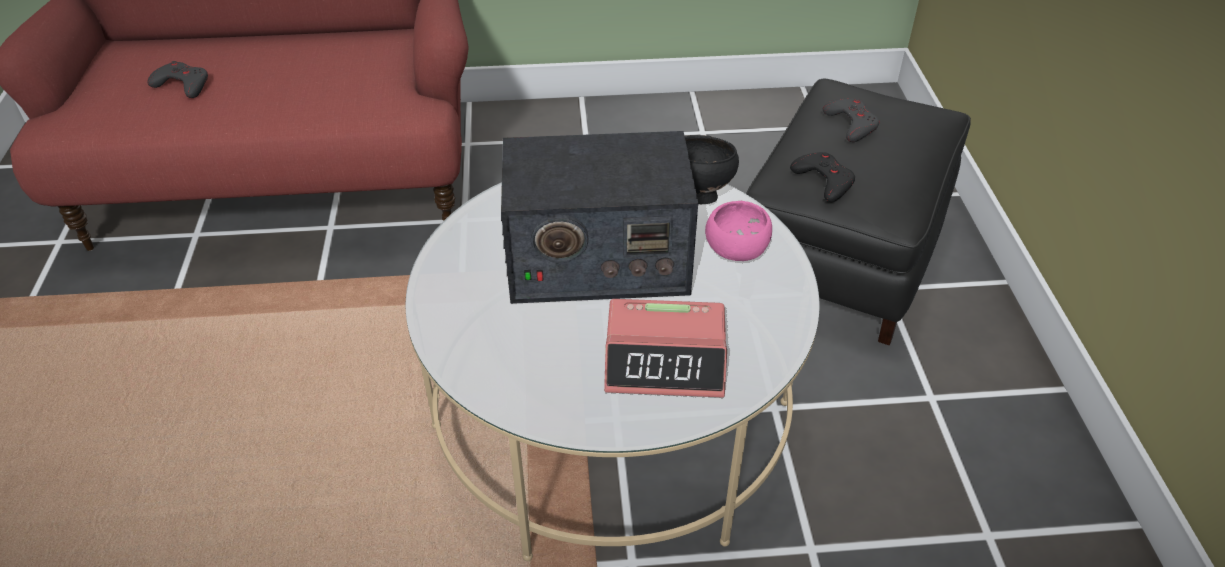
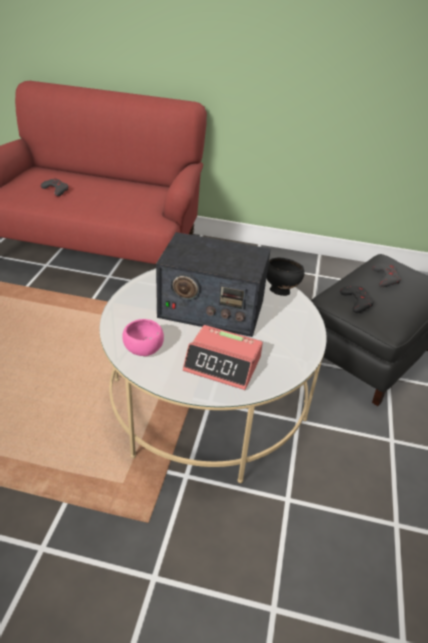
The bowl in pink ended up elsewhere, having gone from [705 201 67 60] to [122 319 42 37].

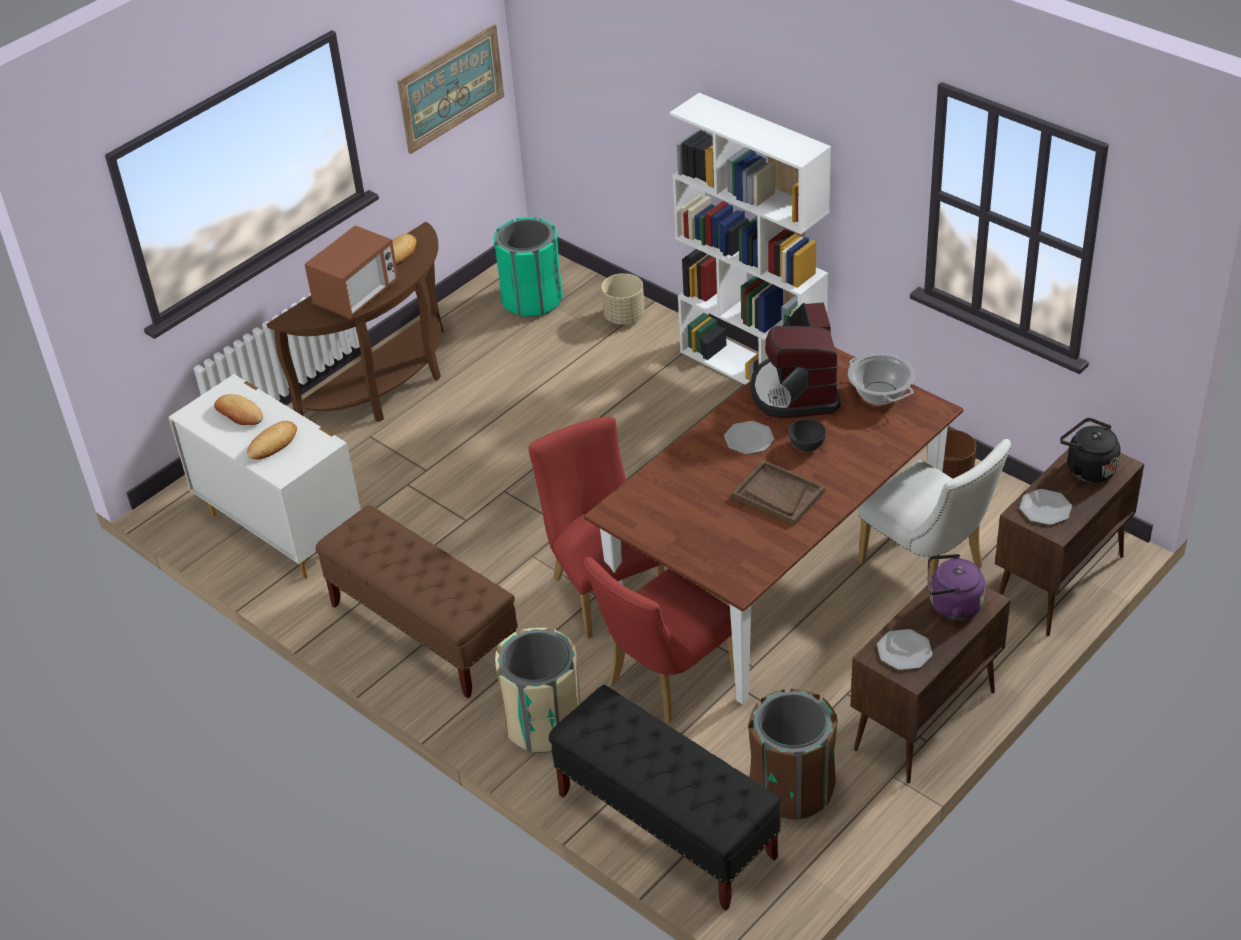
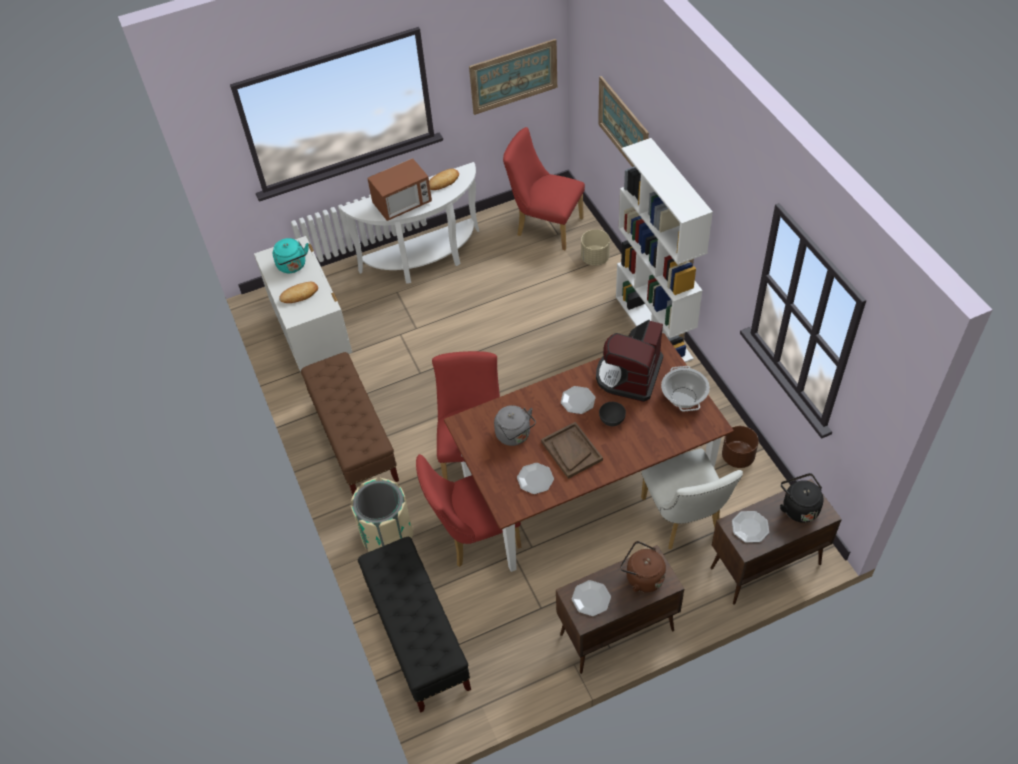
Where the trash can in green stood at [494 217 69 100], the chair in red came to stand at [503 127 82 123].
What was the console table in brown at [267 222 177 200] turned into the console table in white at [340 162 139 122].
Where the bread stood at [214 394 49 31], the kettle in turquoise came to stand at [273 238 36 35].
What was the kettle in purple at [927 554 58 66] turned into the kettle in brown at [620 541 46 51].
The second view lost the trash can in brown at [748 688 90 132].
The second view gained the picture at [598 76 51 91].
The second view gained the kettle in grey at [494 405 42 41].
The second view gained the plate at [517 463 37 31].

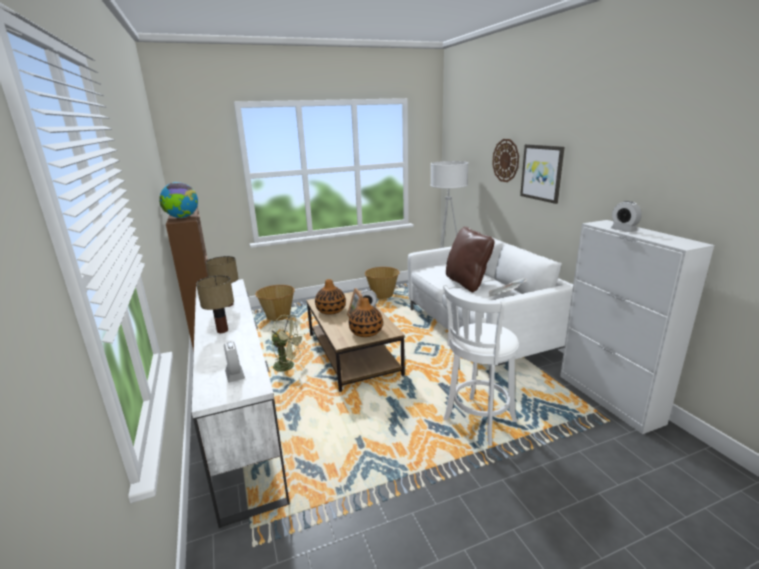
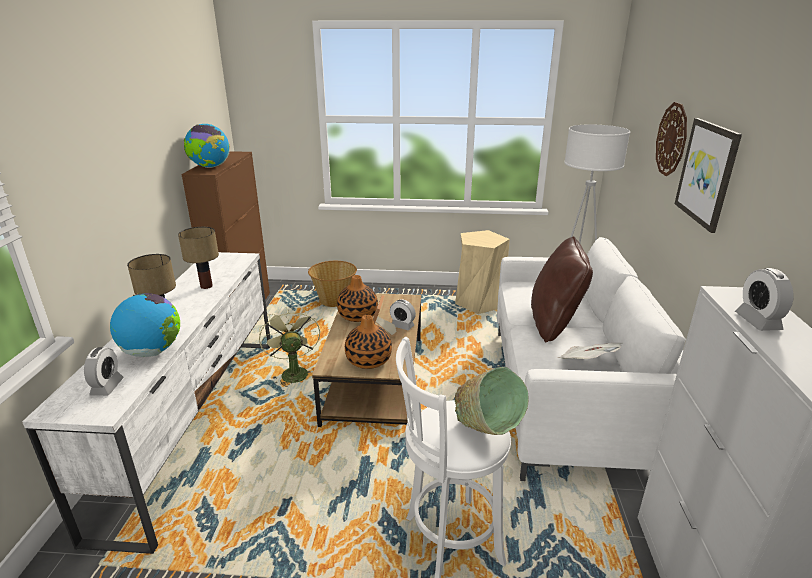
Where the basket stood at [365 267 35 32], the stool in beige came to stand at [455 230 55 84].
The fan in green at [271 315 34 57] ended up facing another way, 150 degrees counterclockwise from before.
The second view gained the globe at [110 293 70 64].
The second view gained the bowl in green at [455 367 74 68].

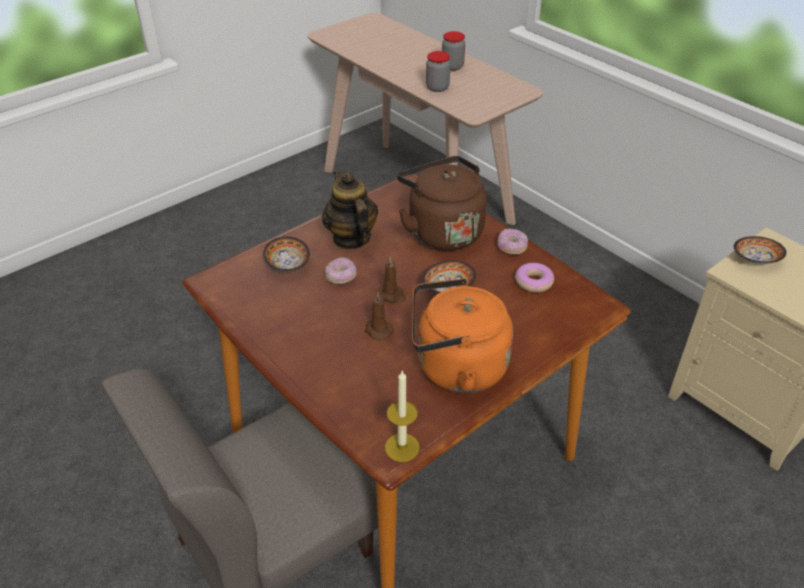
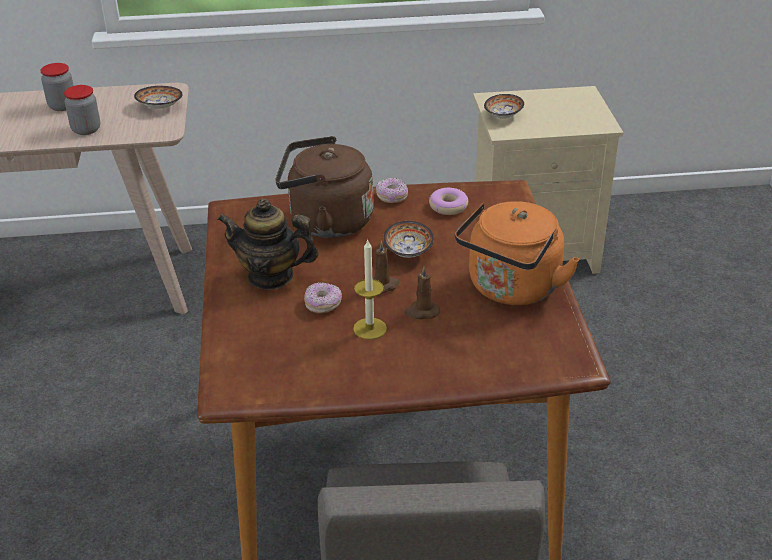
The bowl ended up elsewhere, having gone from [263 236 47 36] to [134 86 49 23].
The candle ended up elsewhere, having gone from [385 371 35 91] to [353 238 34 102].

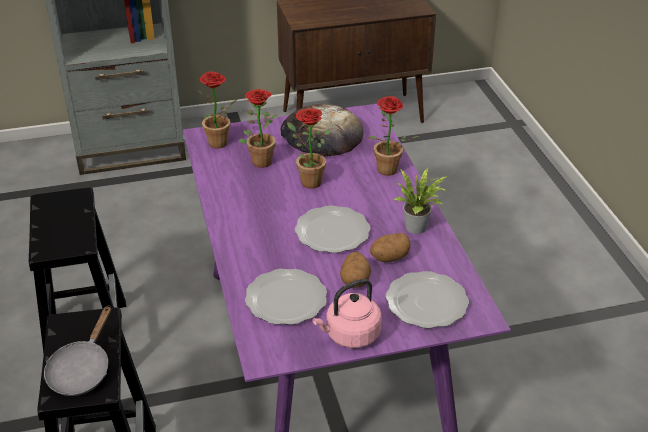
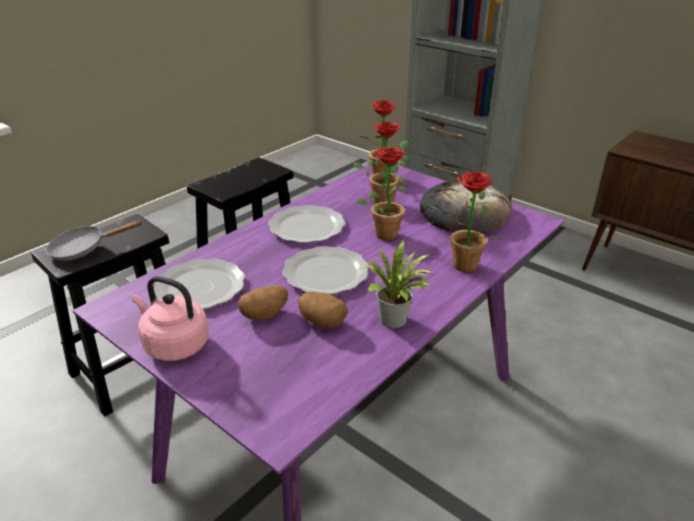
The plate ended up elsewhere, having gone from [385 271 84 58] to [269 205 76 38].

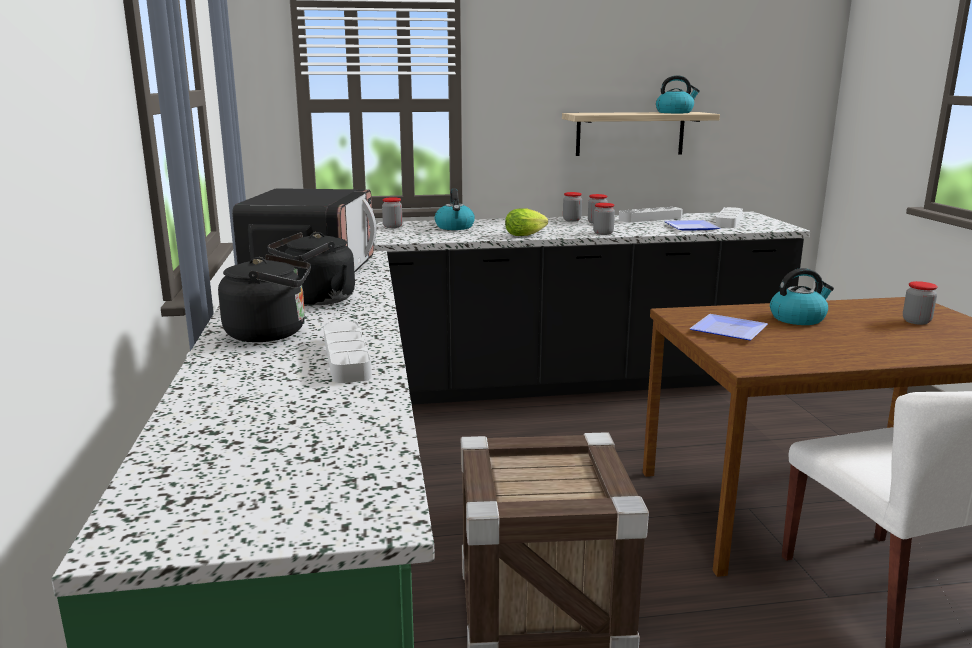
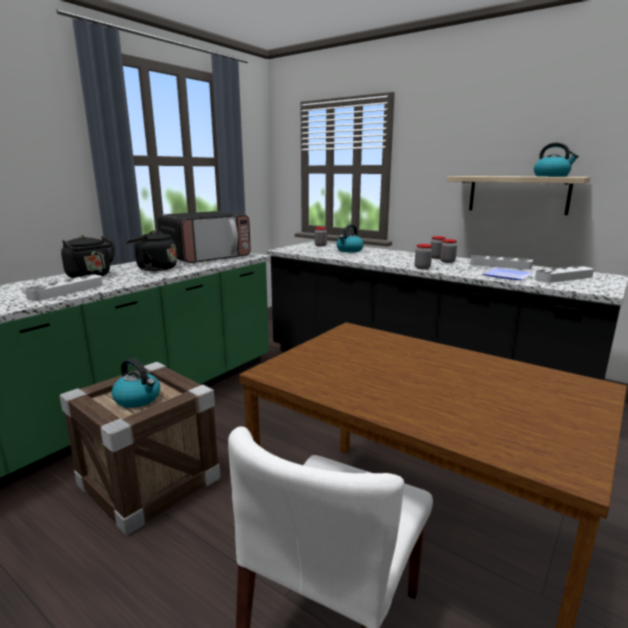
The second view lost the lettuce at [505 208 43 28].
The kettle ended up elsewhere, having gone from [770 268 64 57] to [112 358 48 50].
The second view lost the jar at [903 281 35 44].
The second view lost the plate at [689 314 79 26].

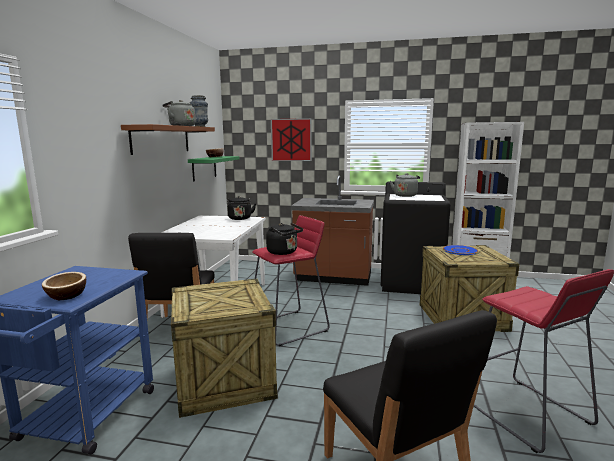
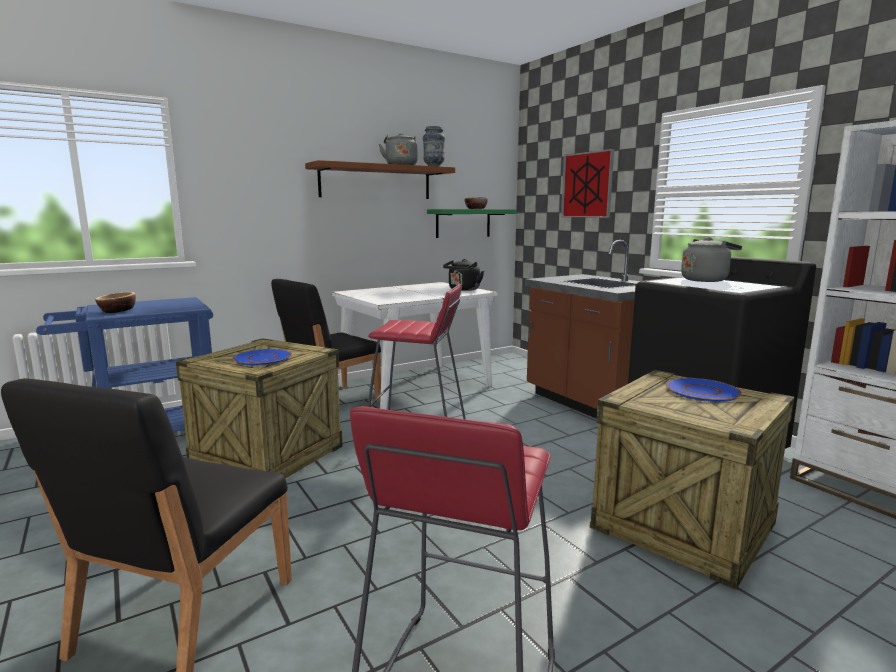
The second view lost the kettle in black at [266 223 37 32].
The second view gained the plate in blue at [232 349 60 17].

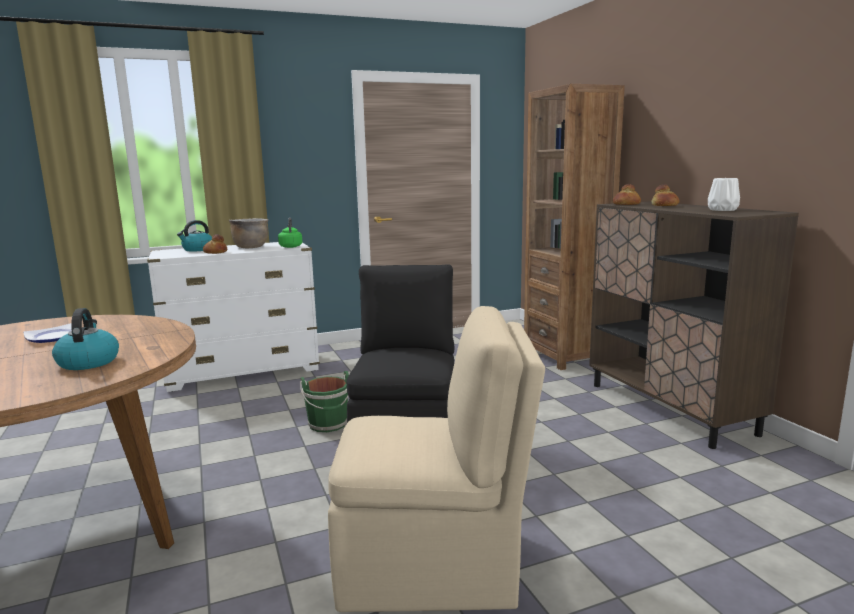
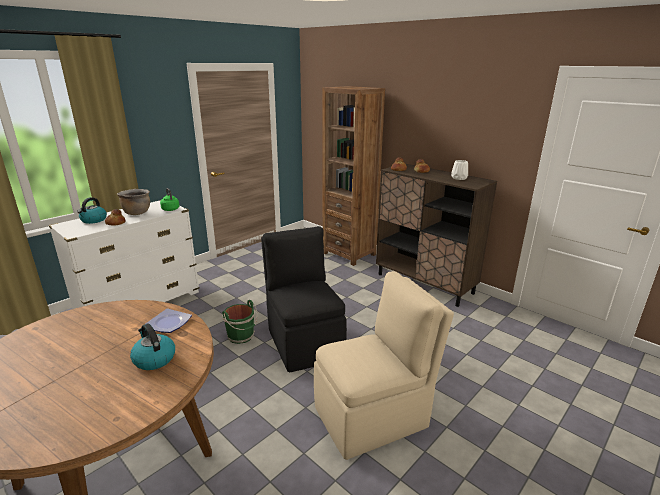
The plate ended up elsewhere, having gone from [23 323 49 20] to [146 308 46 25].

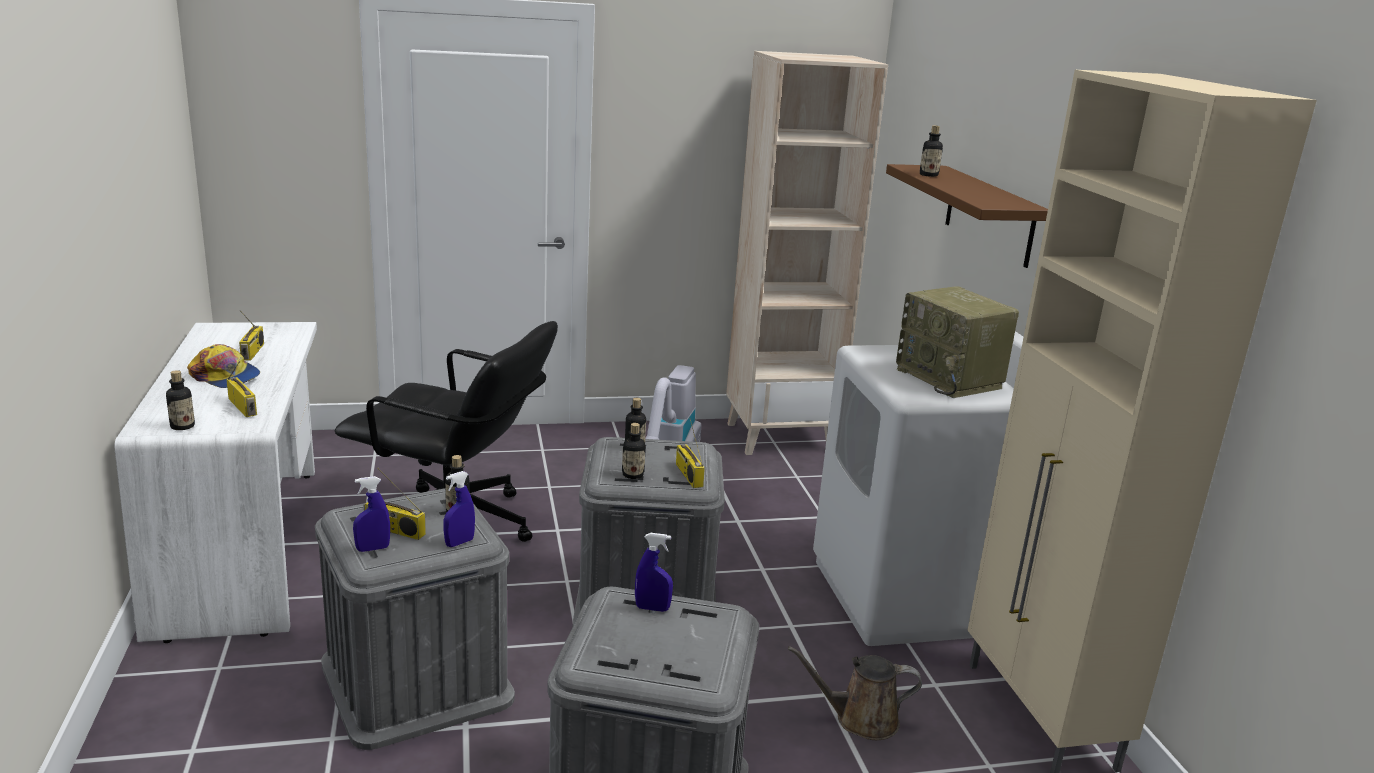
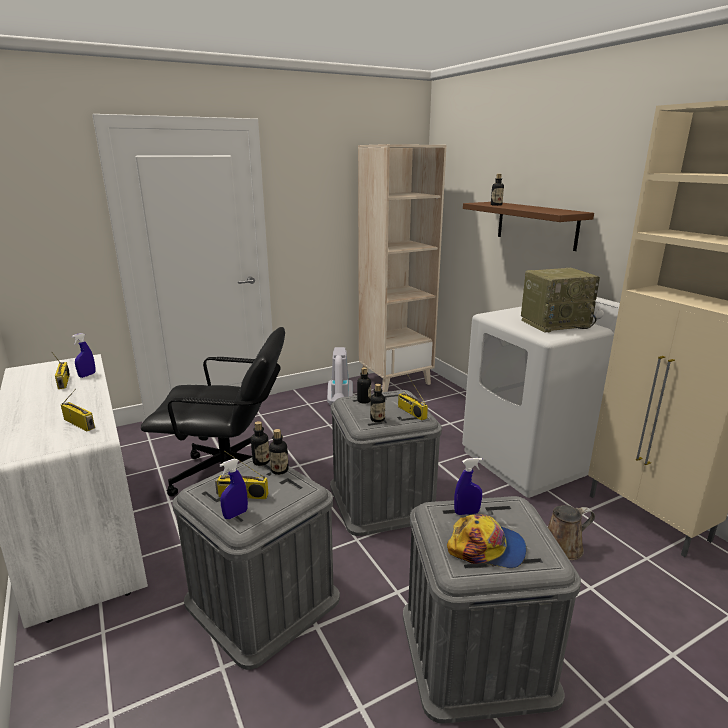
The radio at [896 286 123 112] ended up facing another way, 60 degrees counterclockwise from before.
The cap ended up elsewhere, having gone from [187 344 73 44] to [447 514 79 54].
The bottle ended up elsewhere, having gone from [166 370 29 60] to [251 421 19 45].
The spray bottle in blue ended up elsewhere, having gone from [443 471 32 76] to [71 333 25 45].

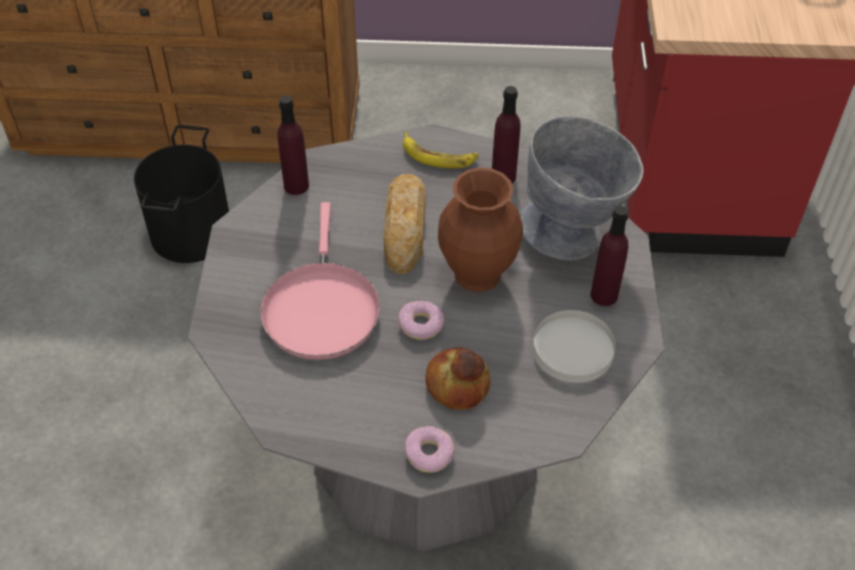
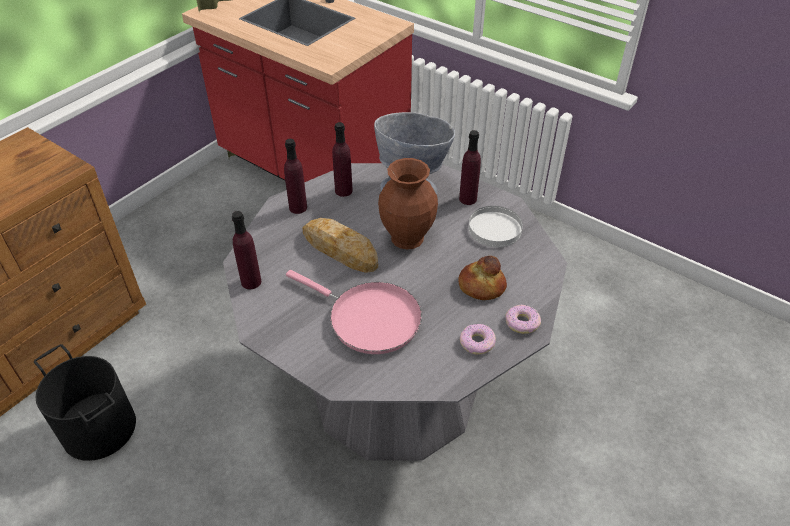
Where the banana stood at [403 132 76 36], the bottle in purple came to stand at [284 139 23 75].
The donut ended up elsewhere, having gone from [398 301 46 39] to [460 324 36 31].

